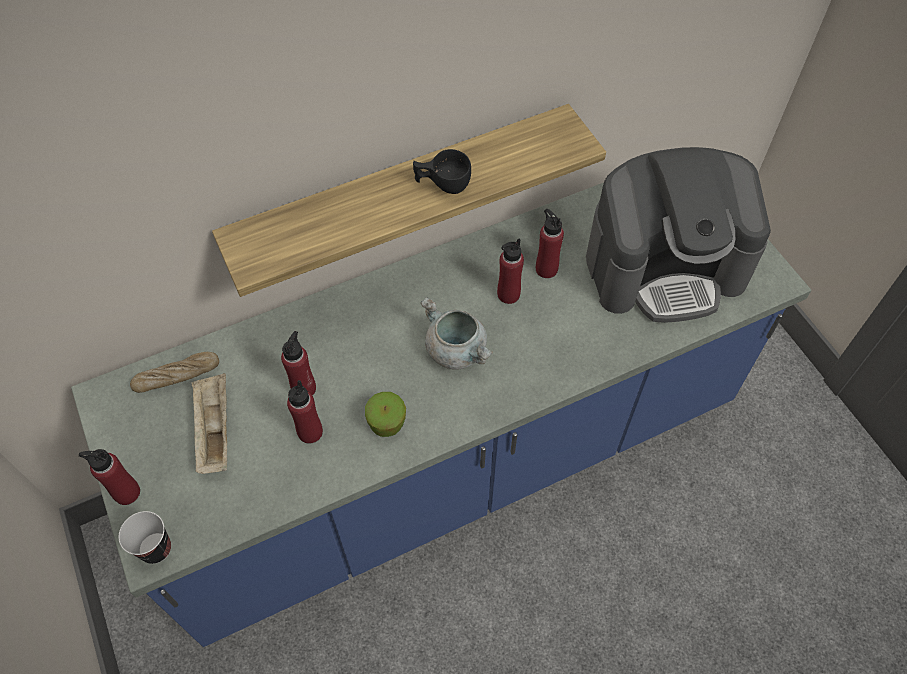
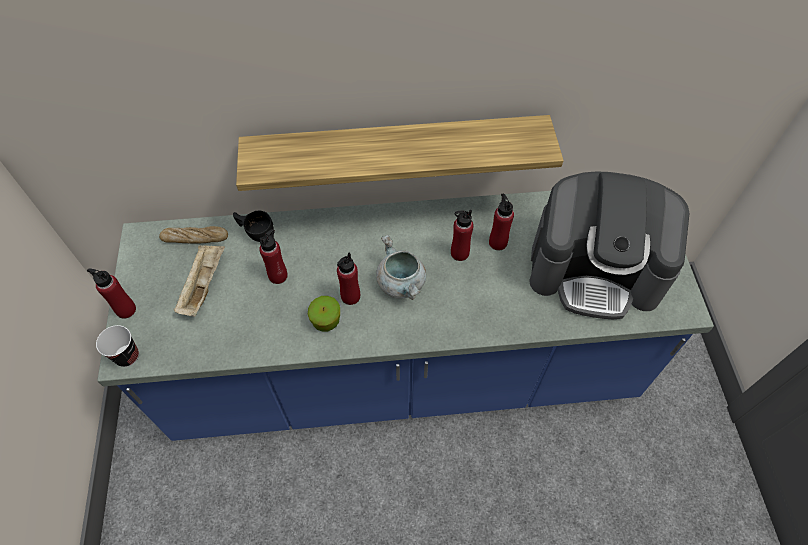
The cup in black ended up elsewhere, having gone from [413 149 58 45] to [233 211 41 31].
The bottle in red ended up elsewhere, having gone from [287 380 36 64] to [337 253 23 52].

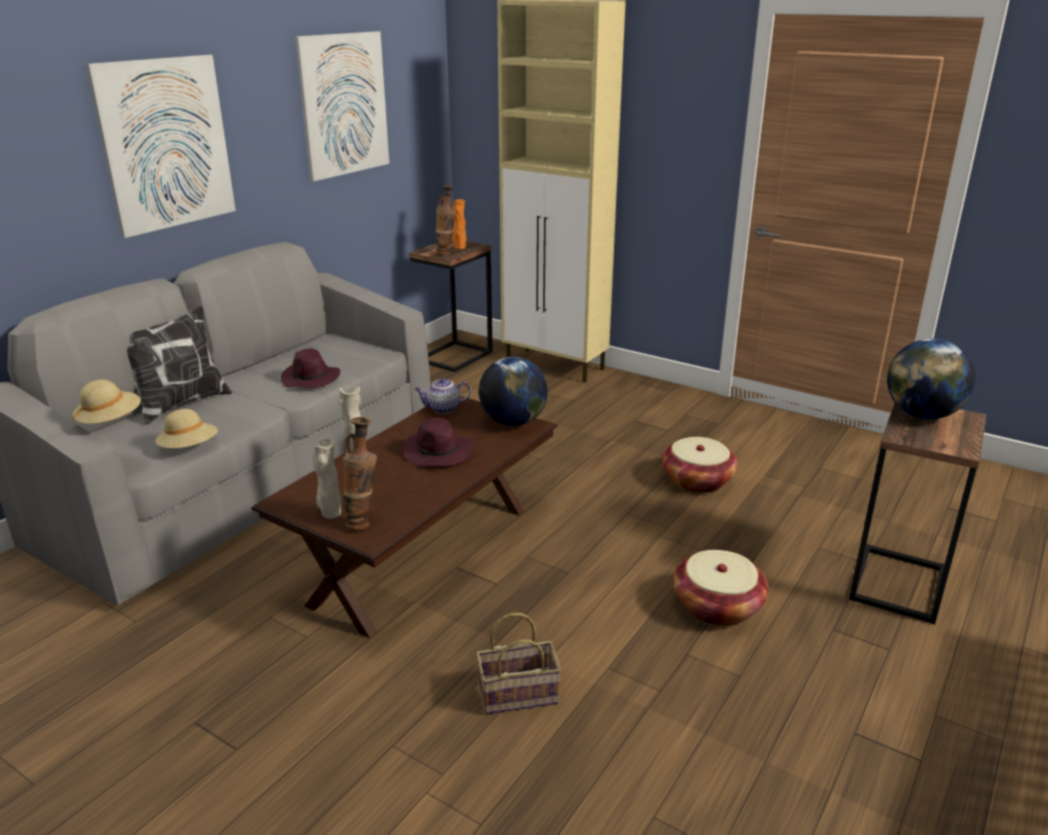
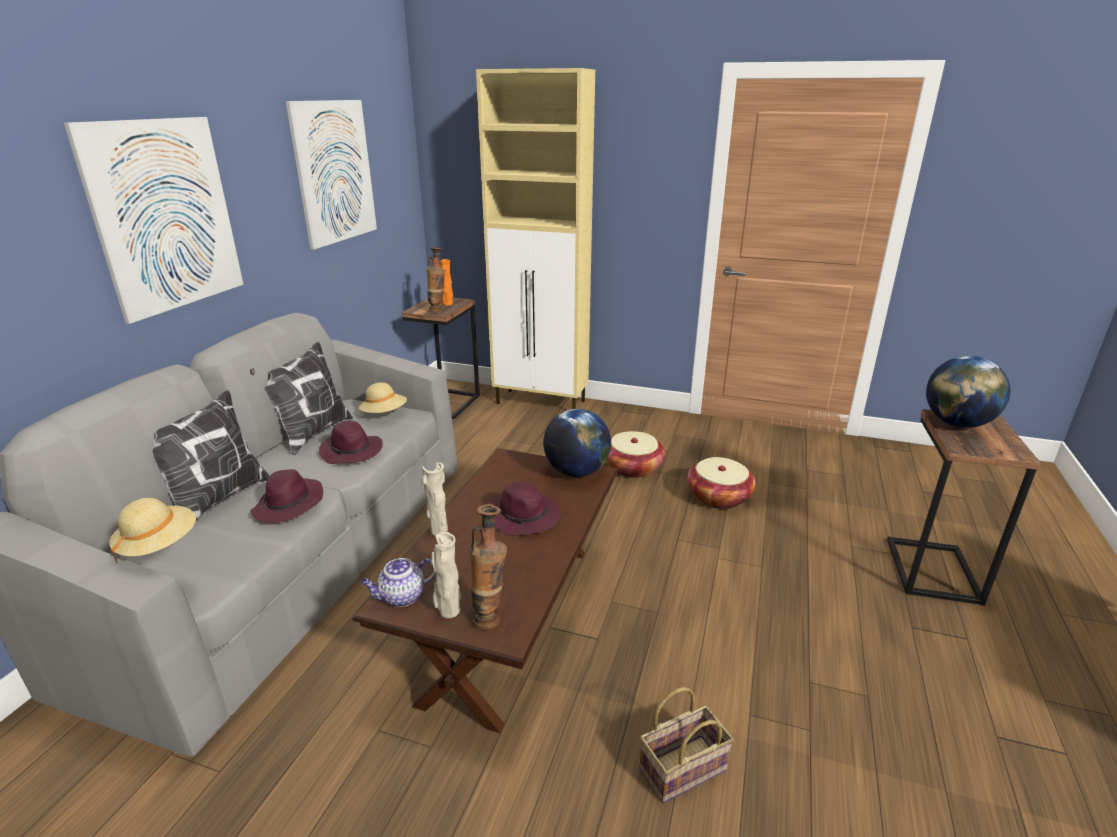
The teapot ended up elsewhere, having gone from [415 378 56 35] to [361 558 75 49].
The hat in beige ended up elsewhere, having gone from [155 409 63 39] to [359 382 48 31].
The basket ended up elsewhere, having gone from [673 550 95 76] to [606 431 59 47].
The second view gained the pillow at [250 342 103 113].
The second view gained the hat in purple at [250 469 73 54].

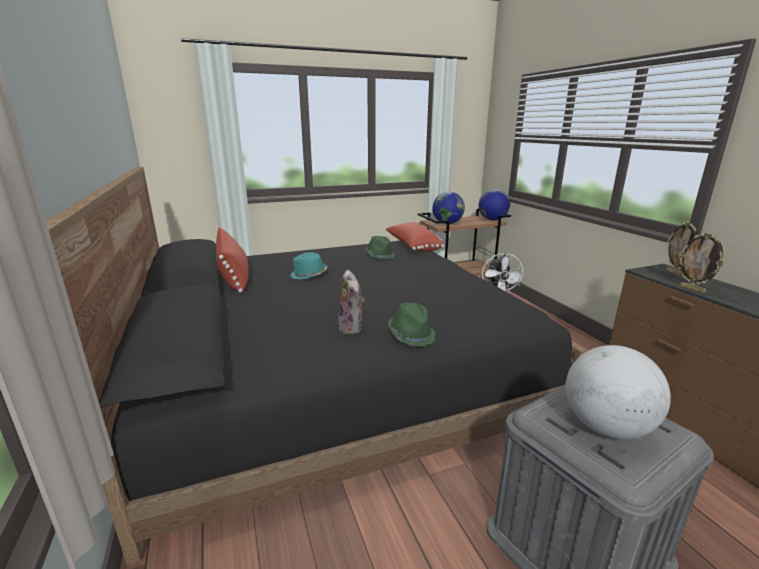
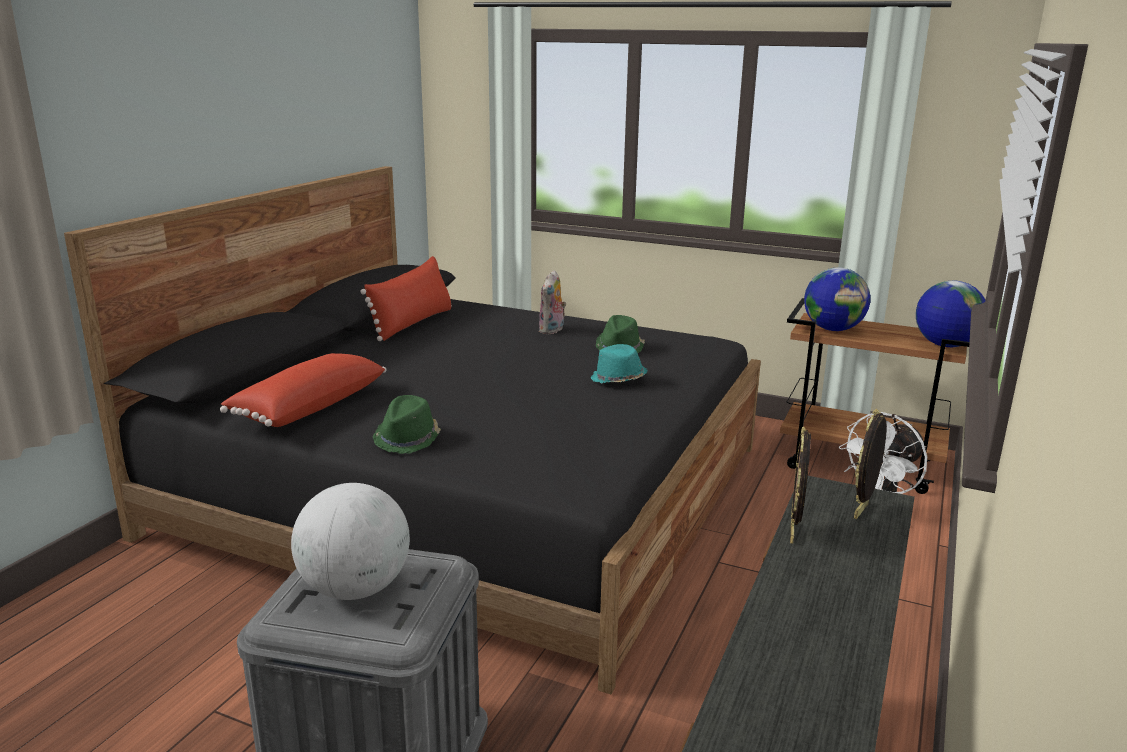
The pillow in red ended up elsewhere, having gone from [386 222 58 30] to [220 353 166 74].
The hat in turquoise ended up elsewhere, having gone from [290 252 38 28] to [591 344 57 40].
The plush toy ended up elsewhere, having gone from [338 270 27 65] to [539 270 27 65].

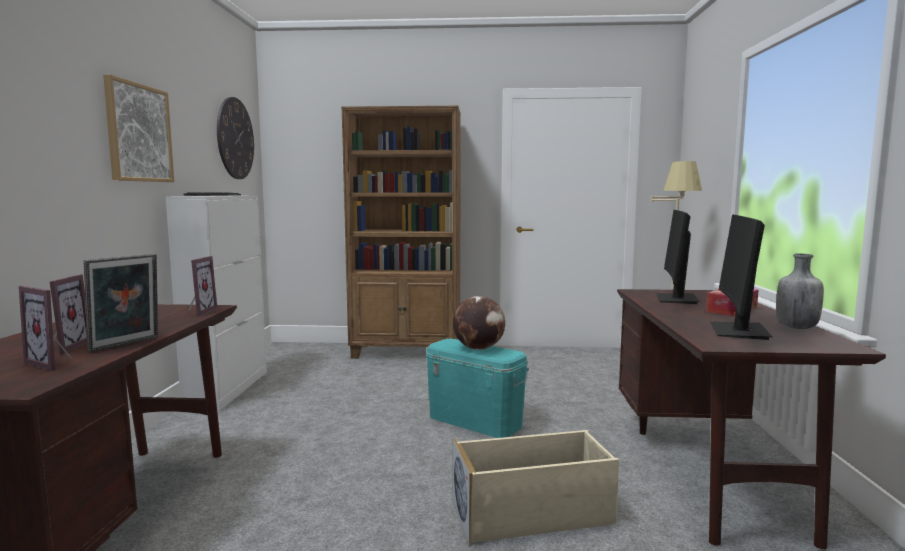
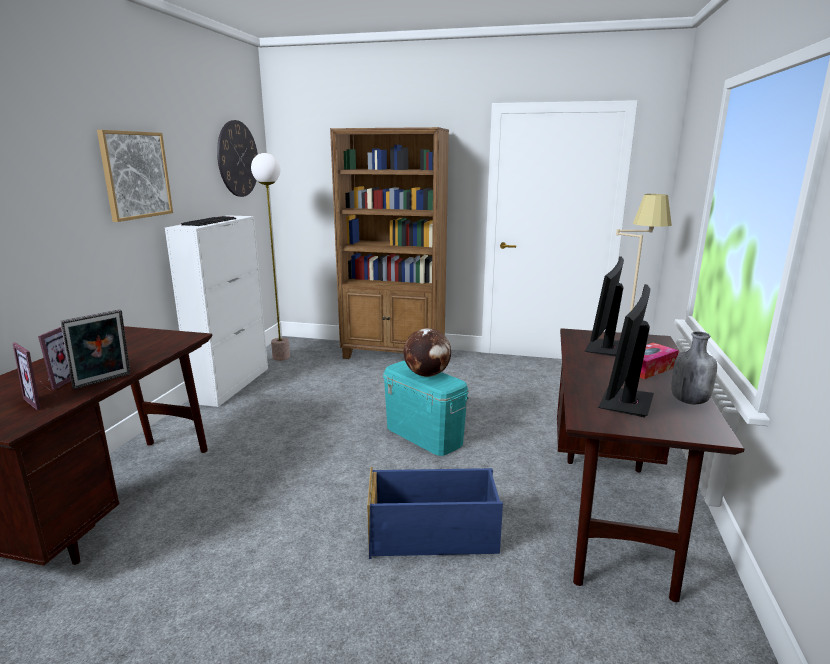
The second view lost the picture frame at [188 256 29 60].
What was the storage box in beige at [453 430 166 116] turned into the storage box in blue at [367 467 136 92].
The second view gained the floor lamp at [251 153 39 208].

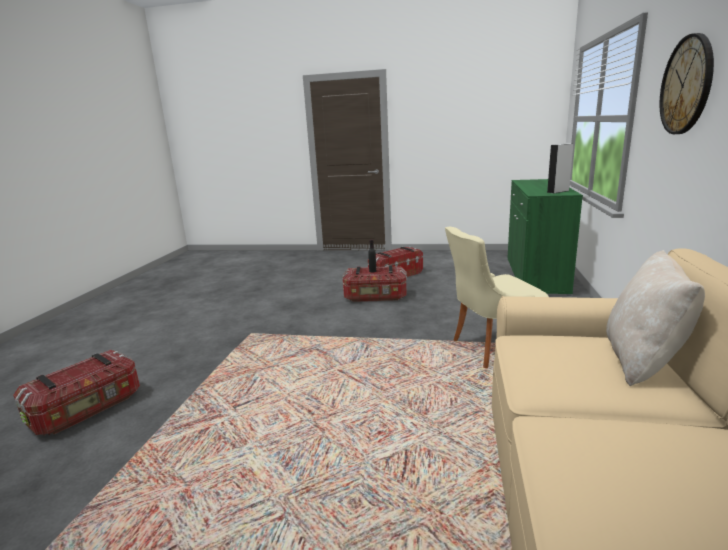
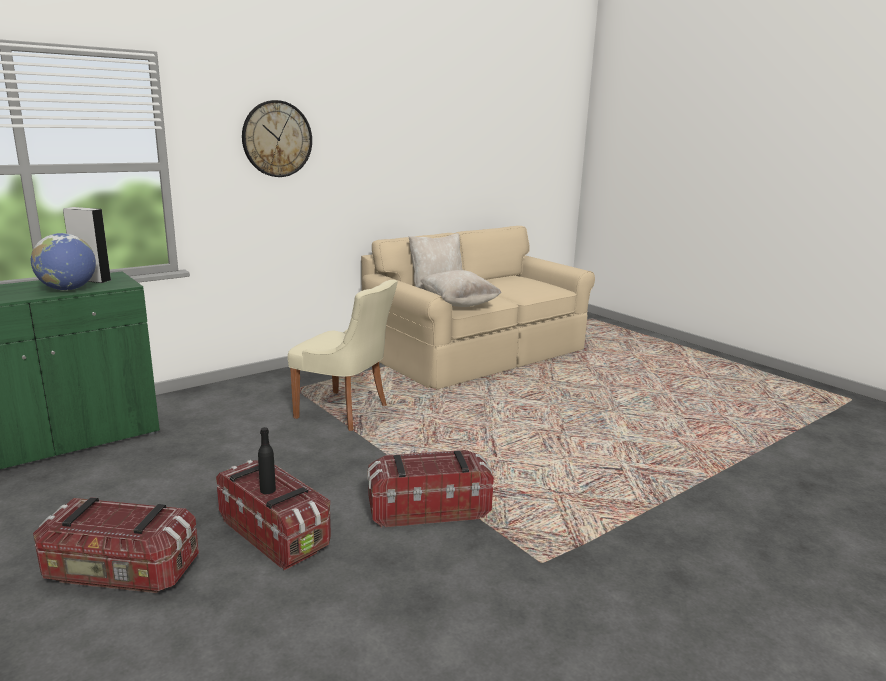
The storage box ended up elsewhere, having gone from [13 350 127 86] to [367 450 127 78].
The second view gained the globe at [31 233 65 58].
The second view gained the pillow in beige at [420 270 82 37].

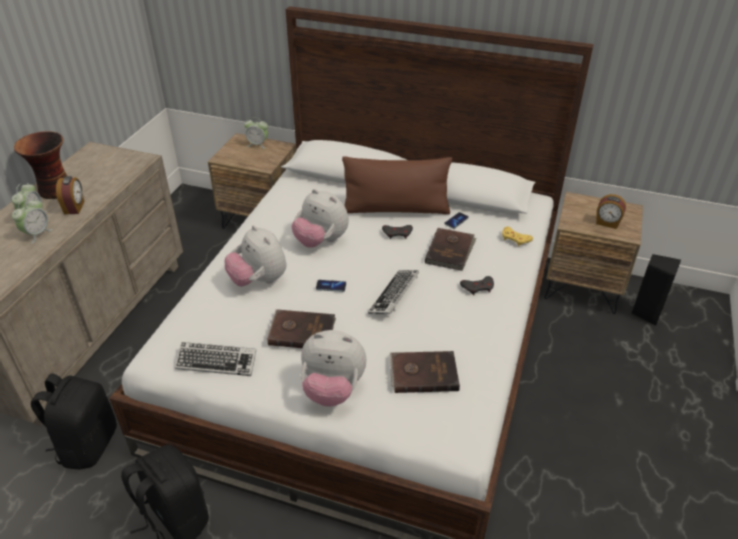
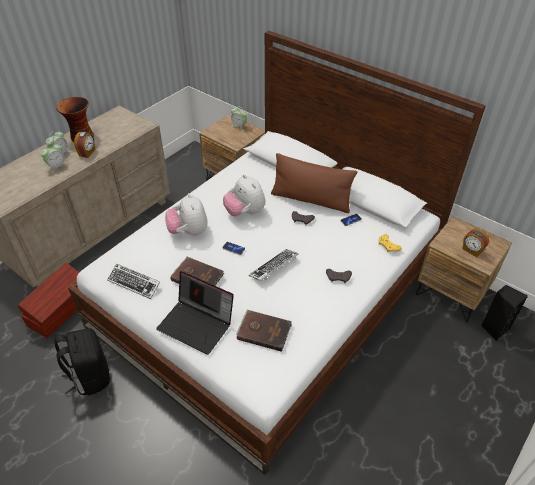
The second view lost the book in brown at [425 228 52 43].
Where the plush toy stood at [301 330 65 77], the laptop came to stand at [156 271 78 84].
Where the backpack in black stood at [31 373 86 96], the storage box in brown came to stand at [18 262 61 76].

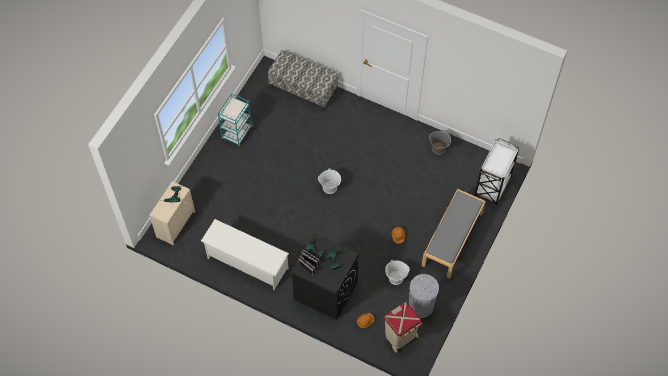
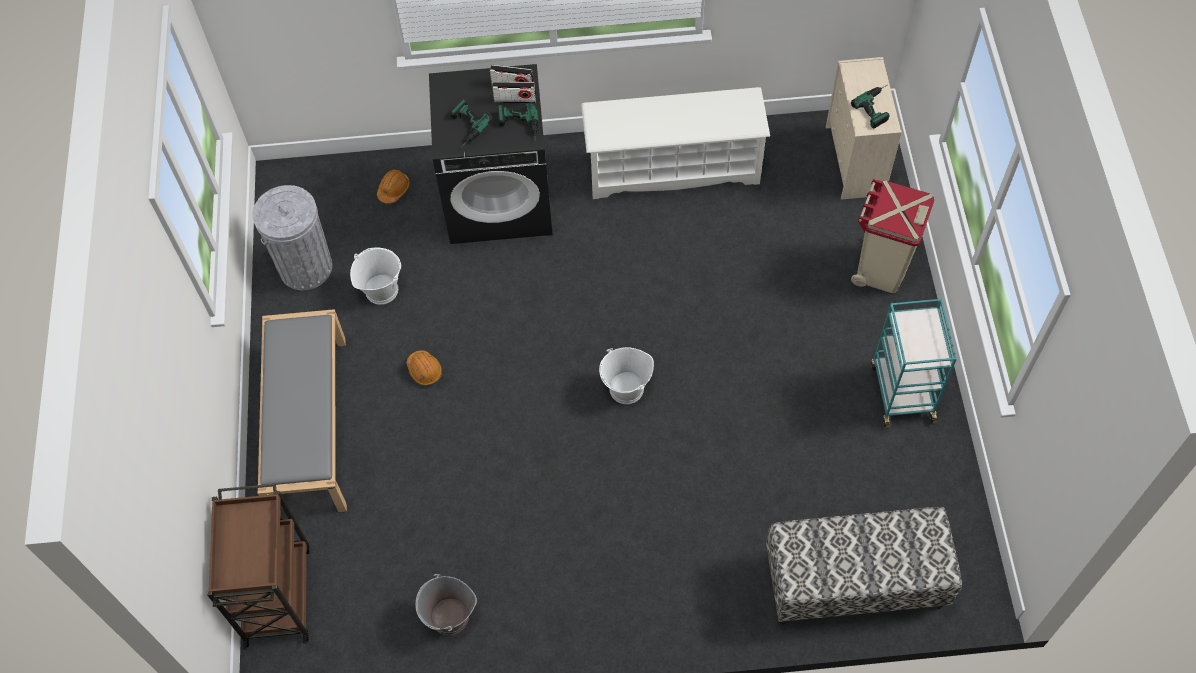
What was the cart in white at [474 138 45 67] turned into the cart in brown at [207 484 103 166].
The trash can in beige ended up elsewhere, having gone from [384 302 38 51] to [851 179 83 114].

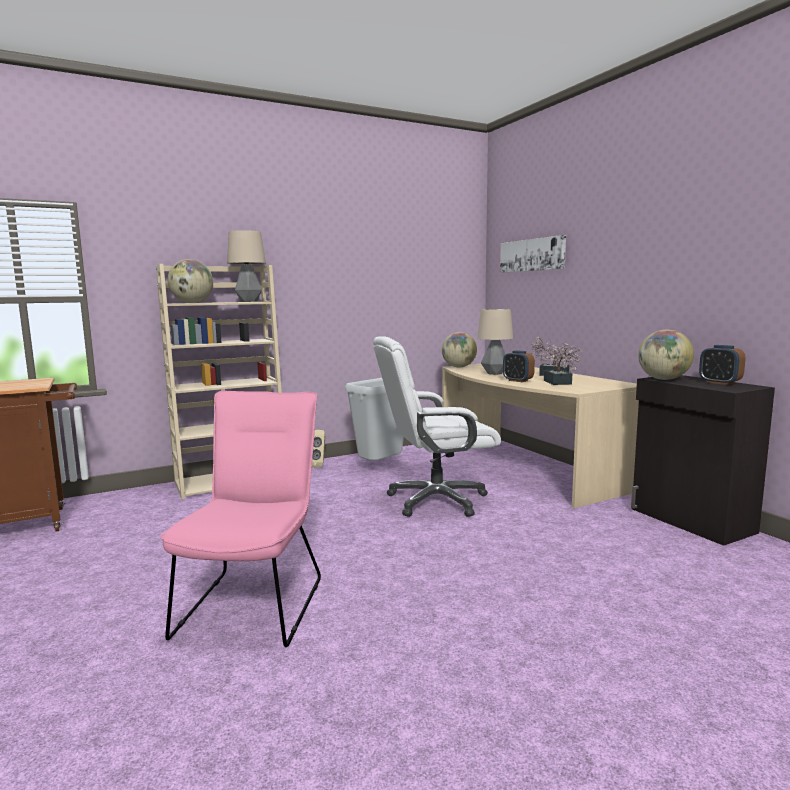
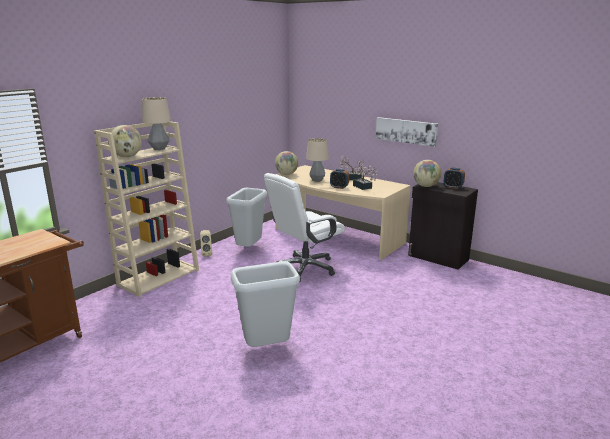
The picture ended up elsewhere, having gone from [500 235 66 38] to [376 117 62 30].
Where the chair in pink stood at [161 391 160 256], the trash can in grey came to stand at [230 261 70 86].

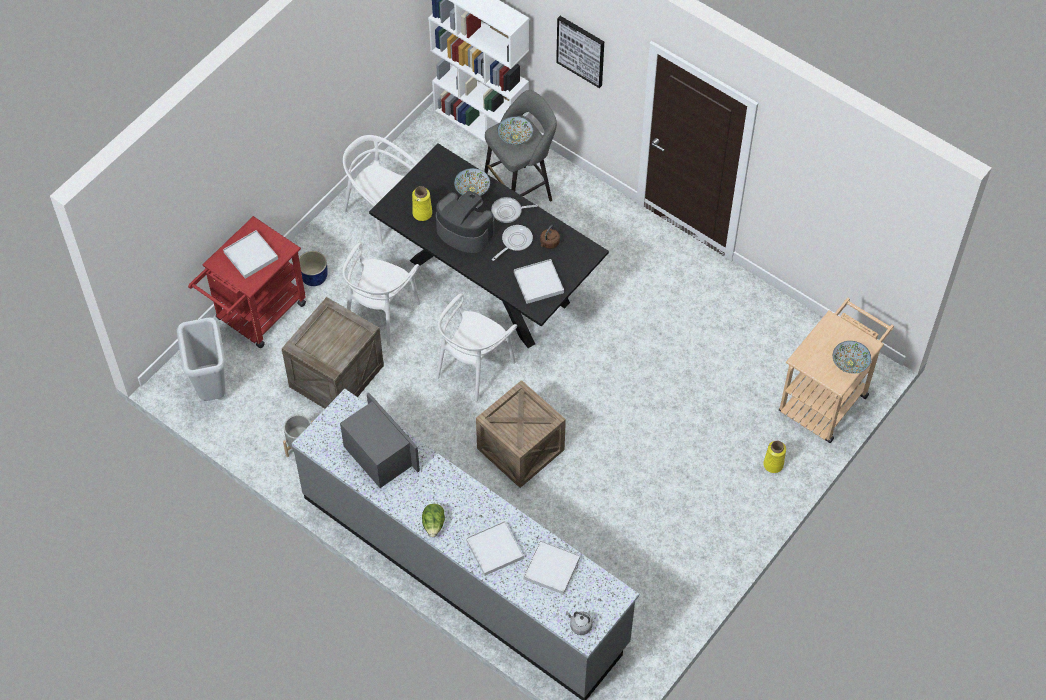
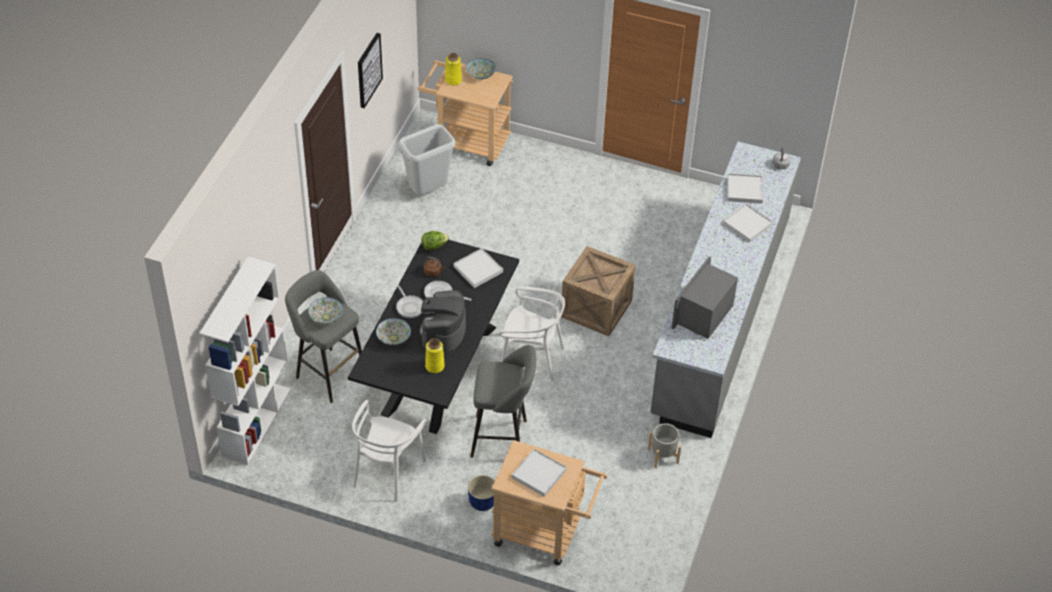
The picture ended up elsewhere, having gone from [556 16 48 72] to [358 33 25 75].
What was the cart in red at [188 216 118 132] turned into the cart in beige at [491 440 116 125].
Where the chair in white stood at [343 242 78 104], the stool in grey came to stand at [470 345 66 113].
The second view lost the crate at [282 297 102 111].
The trash can in grey ended up elsewhere, having gone from [177 317 49 84] to [399 124 56 71].
The vase in yellow ended up elsewhere, having gone from [763 441 23 32] to [445 53 17 32].
The lettuce ended up elsewhere, having gone from [422 504 23 33] to [421 231 28 20].

